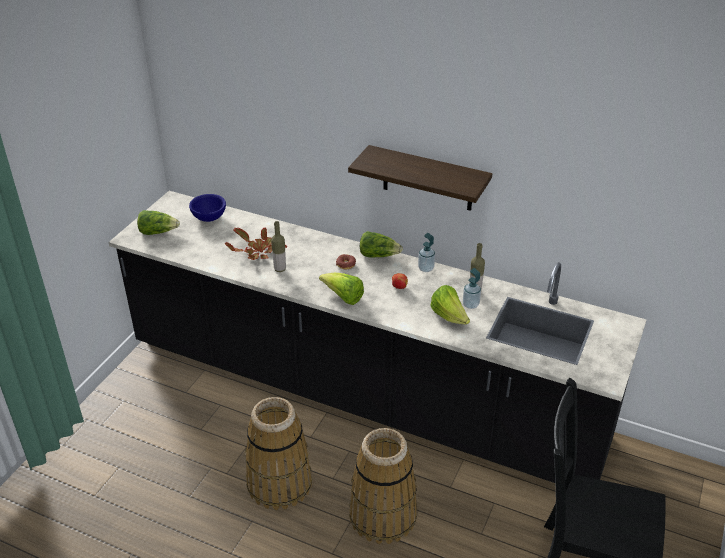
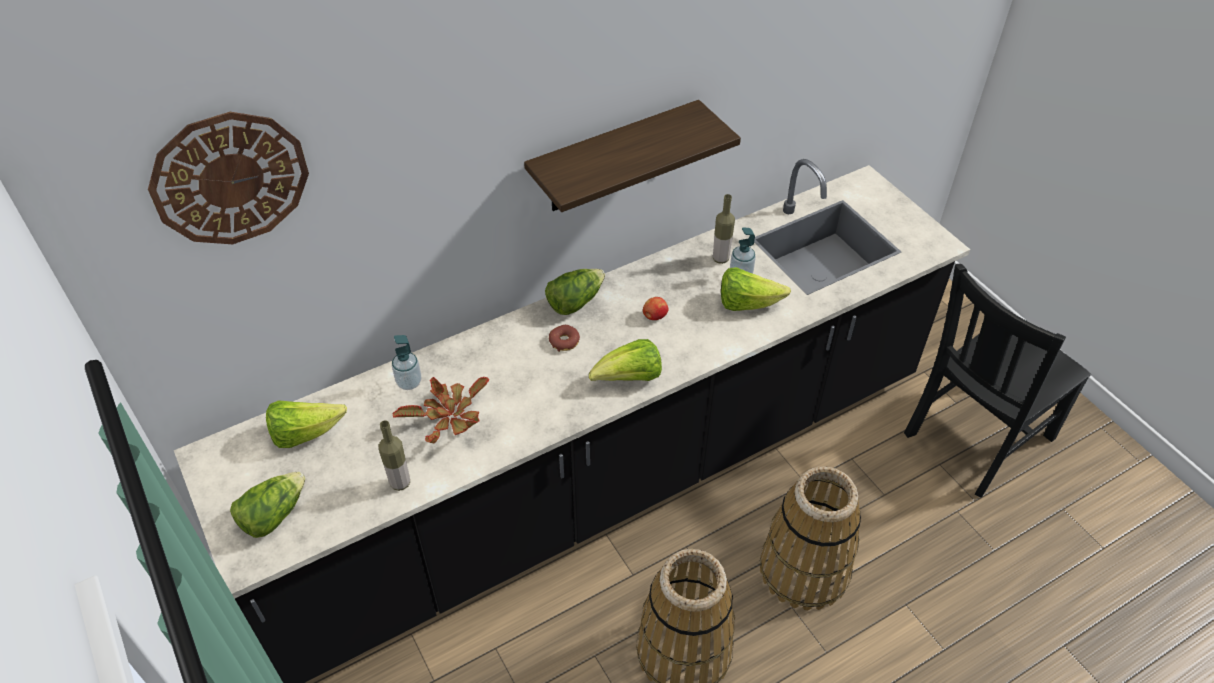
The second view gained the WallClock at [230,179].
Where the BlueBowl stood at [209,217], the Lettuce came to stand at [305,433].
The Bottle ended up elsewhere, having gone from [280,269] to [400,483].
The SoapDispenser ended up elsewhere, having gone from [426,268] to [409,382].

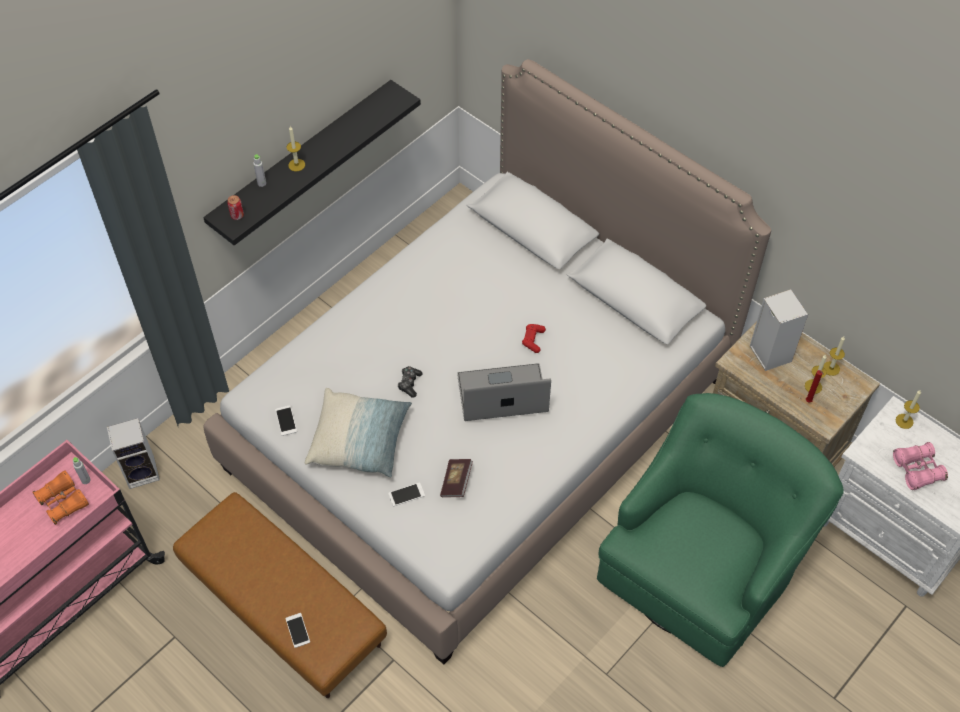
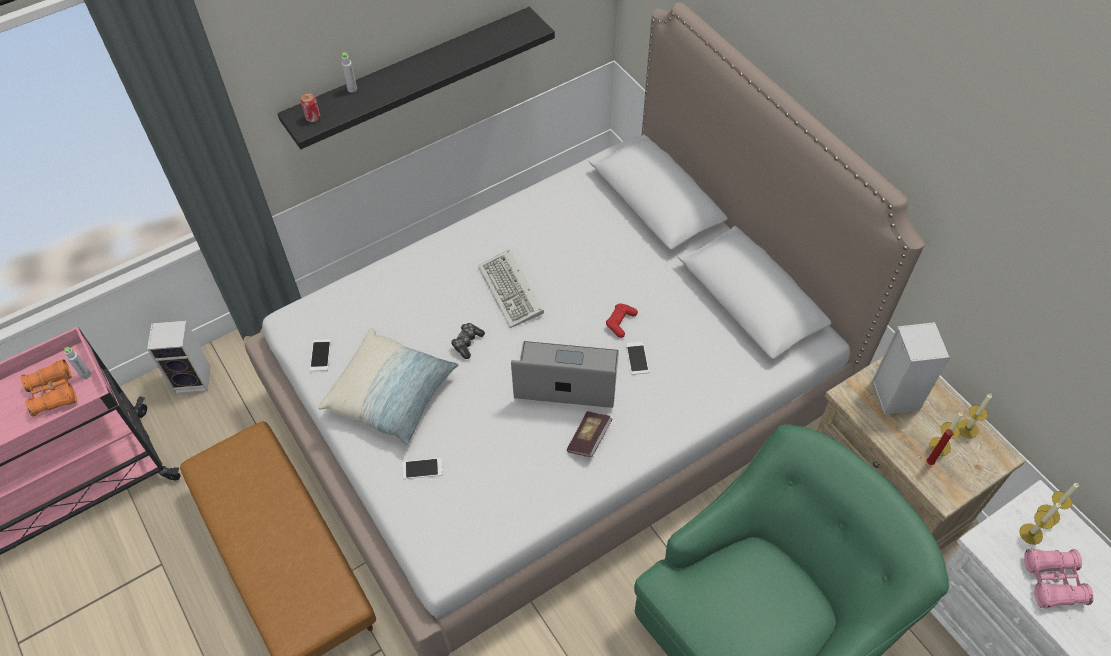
The second view gained the Keyboard at [512,292].
The Book ended up elsewhere, having gone from [456,482] to [589,439].
The Phone ended up elsewhere, having gone from [297,630] to [637,358].
The Candle ended up elsewhere, having gone from [296,165] to [1031,534].

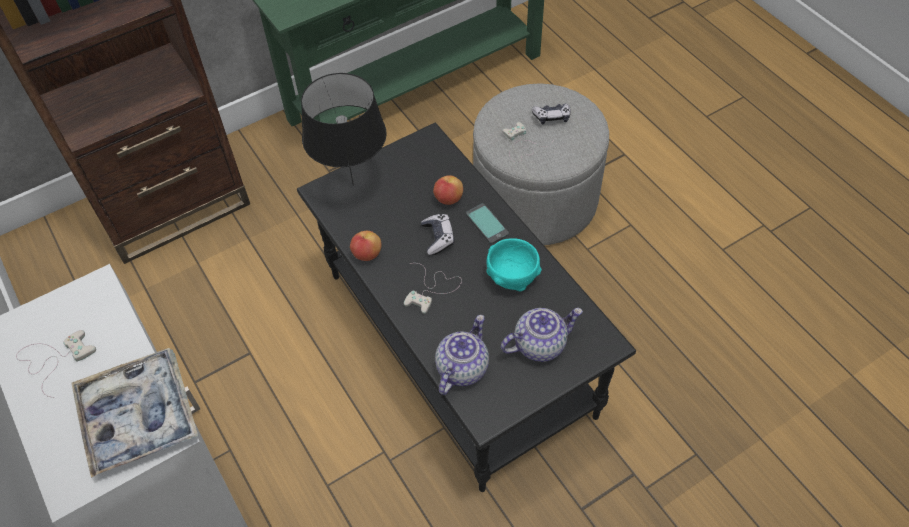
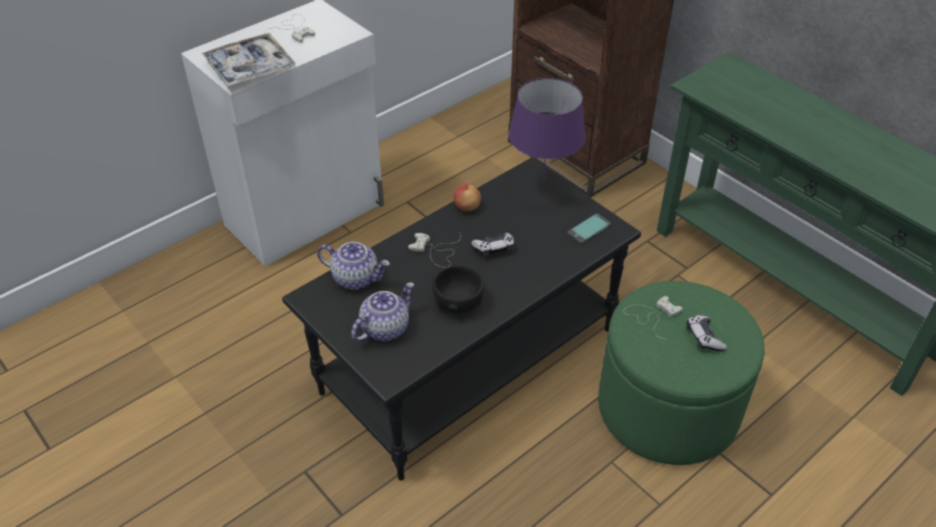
The Teapot at [540,344] ended up facing another way, 105 degrees counterclockwise from before.
What was the TurquoiseBowl at [512,276] turned into the BlackBowl at [458,303].
What was the BlackTableLamp at [352,185] turned into the PurpleTableLamp at [543,188].
The Phone ended up elsewhere, having gone from [487,224] to [589,229].
What was the GreyOttoman at [535,199] turned into the GreenOttoman at [667,408].
The second view lost the Apple at [448,199].

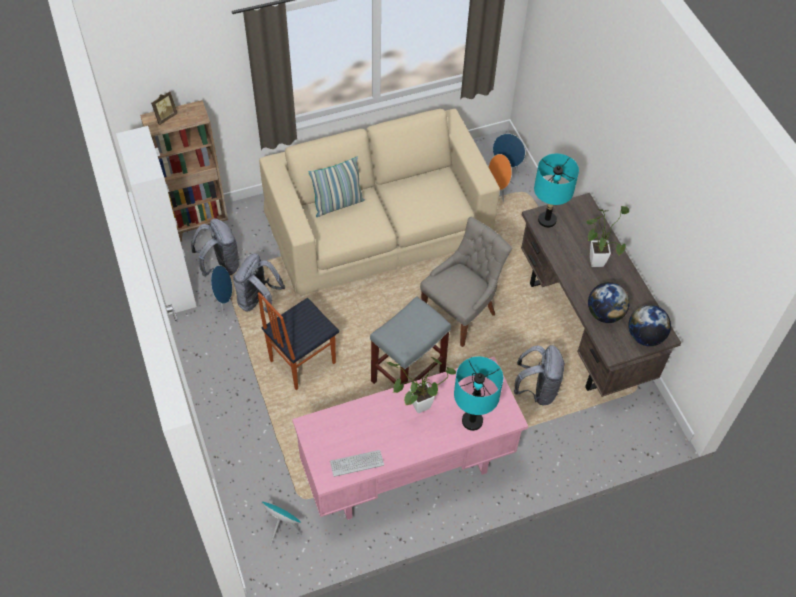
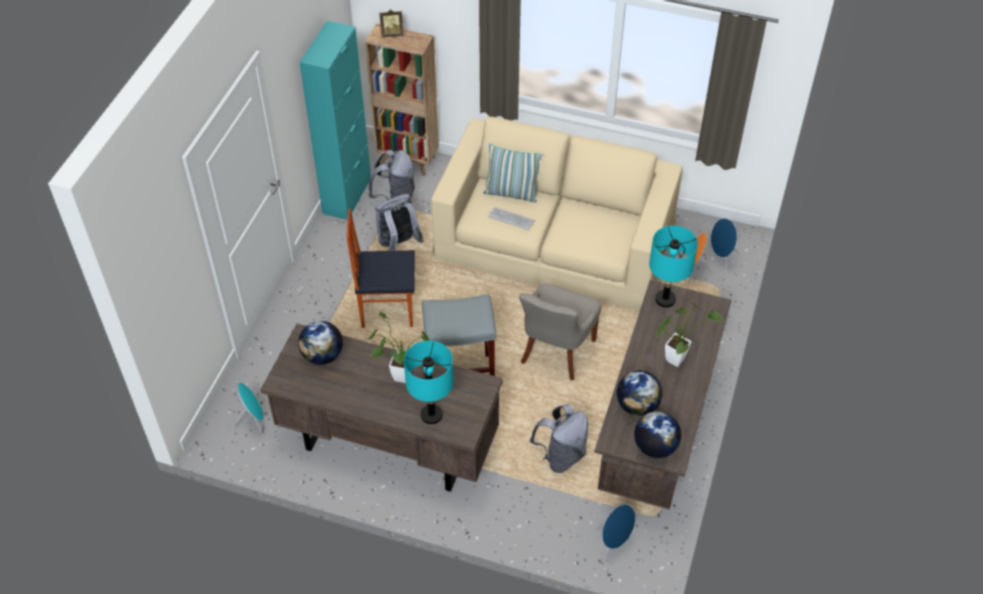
What was the PinkDesk at [406,471] turned into the BrownDesk at [387,445].
The second view gained the Globe at [323,356].
What was the WhiteCabinet at [175,286] turned into the TurquoiseCabinet at [347,195].
The Keyboard ended up elsewhere, having gone from [357,463] to [511,219].
The GreyChair at [460,313] ended up facing another way, 120 degrees clockwise from before.
The BlueSpeaker ended up elsewhere, having gone from [223,301] to [614,543].

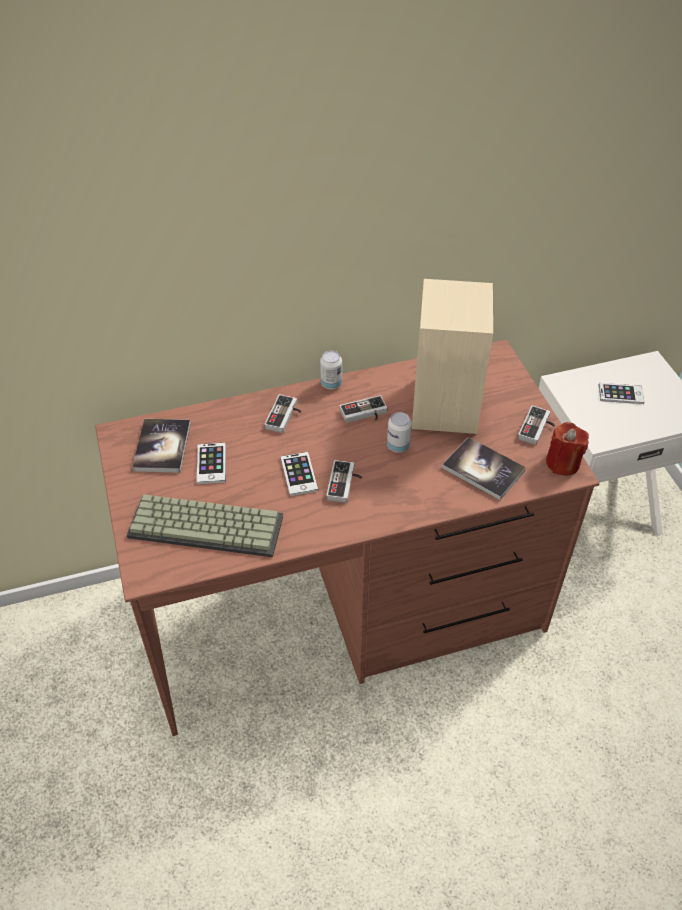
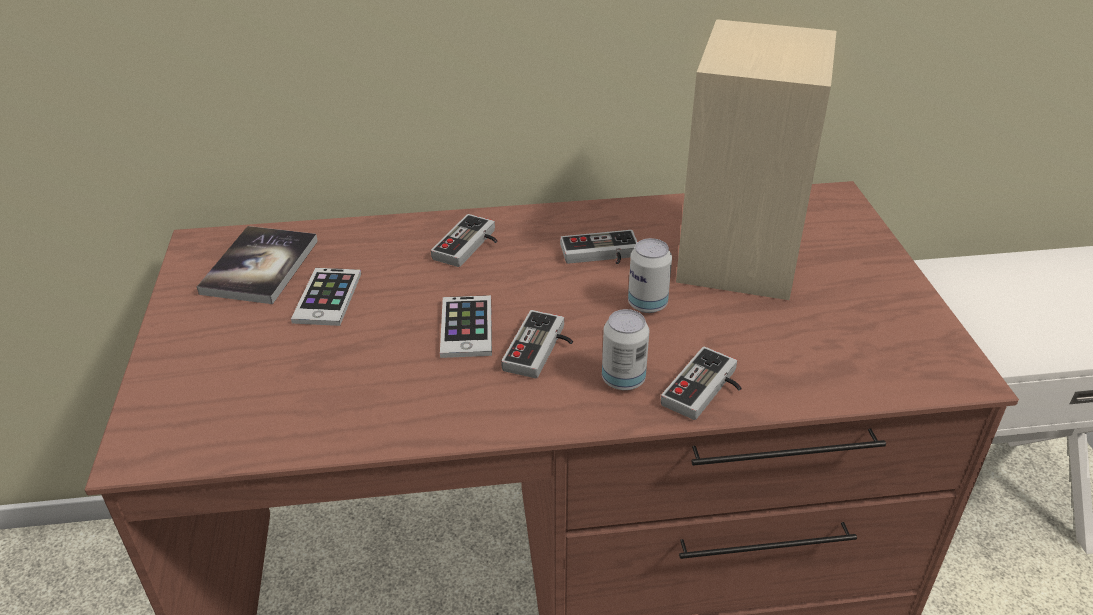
The Can ended up elsewhere, having gone from [331,384] to [623,379].
The GameController ended up elsewhere, having gone from [538,428] to [707,391].
The second view lost the Keyboard at [208,525].
The second view lost the Book at [483,469].
The second view lost the RedCandle at [562,463].
The second view lost the Phone at [620,394].

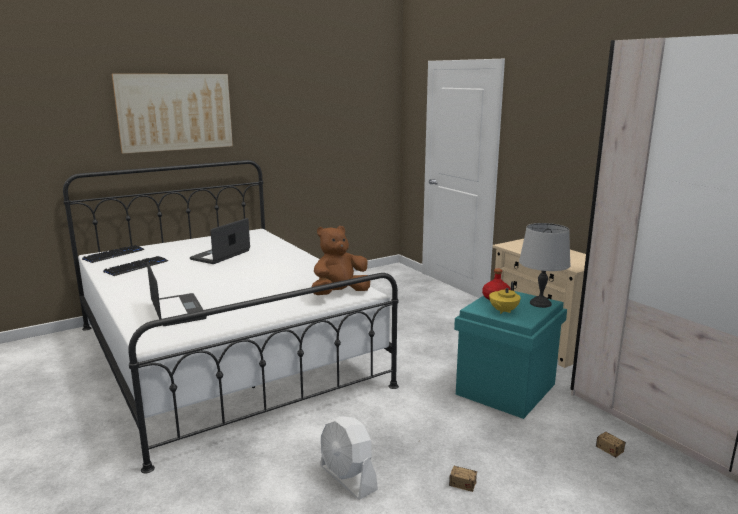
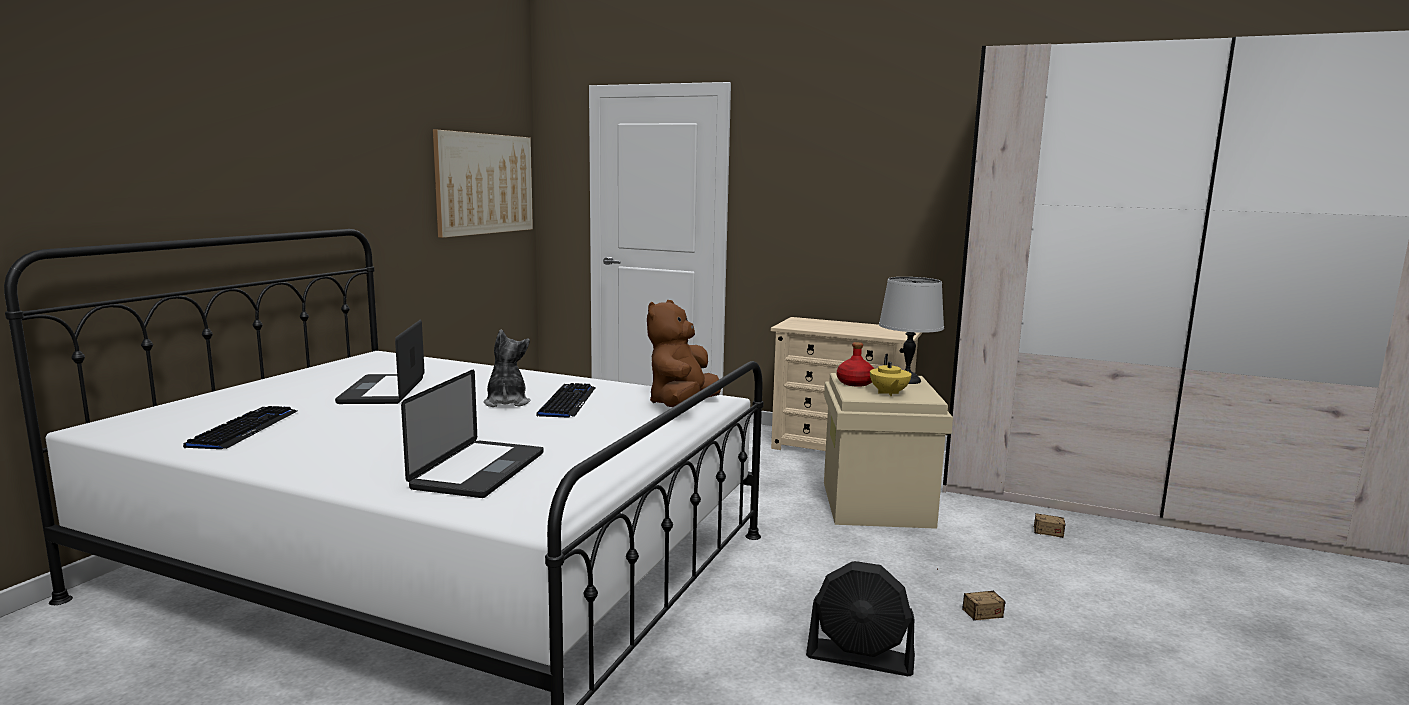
The Laptop at [178,311] ended up facing another way, 75 degrees clockwise from before.
The Picture ended up elsewhere, having gone from [175,112] to [485,184].
The second view gained the PlushToy at [506,402].
The Keyboard ended up elsewhere, having gone from [114,255] to [567,402].
What was the WhiteFan at [348,478] turned into the BlackFan at [860,658].
What was the TurquoiseStorageBox at [506,389] turned into the BeigeStorageBox at [877,504].

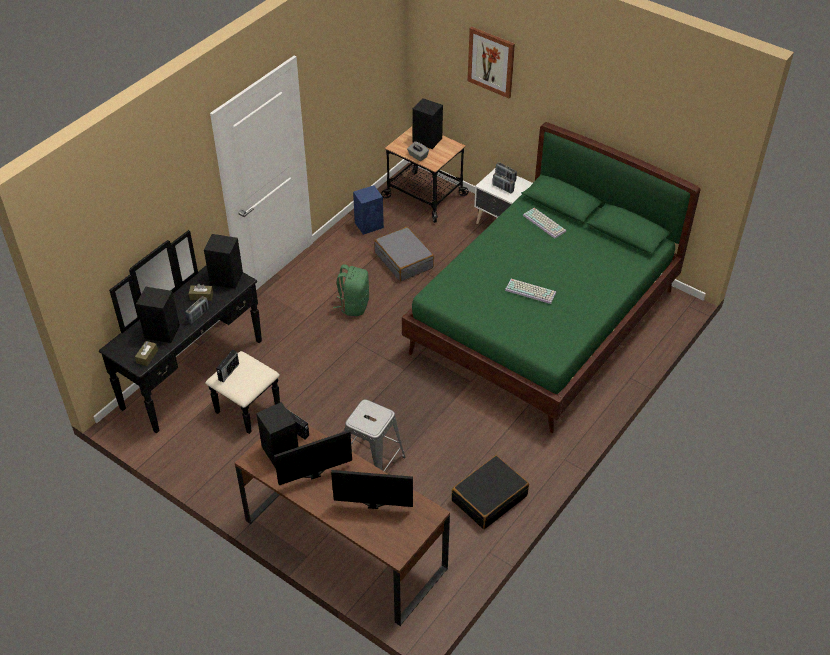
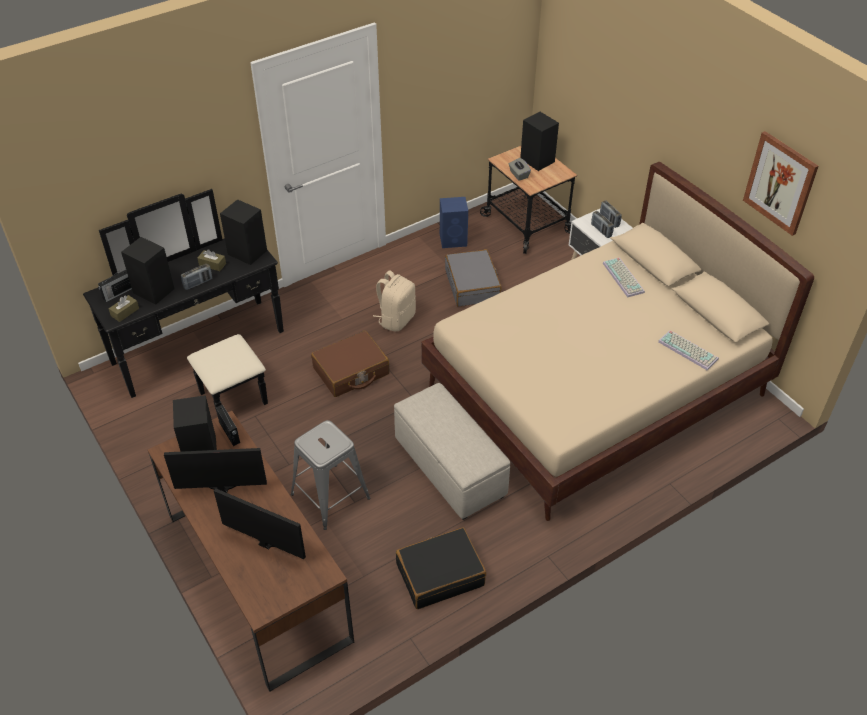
The Radio ended up elsewhere, having gone from [228,372] to [117,293].
The second view gained the BrownSuitcase at [351,371].
What was the GreenBackpack at [354,305] turned into the BeigeBackpack at [396,319].
The second view gained the BeigeOttoman at [450,468].
What was the GreenBed at [543,321] turned into the BeigeBed at [596,391].
The Keyboard ended up elsewhere, having gone from [531,291] to [689,350].
The Picture ended up elsewhere, having gone from [491,62] to [780,183].

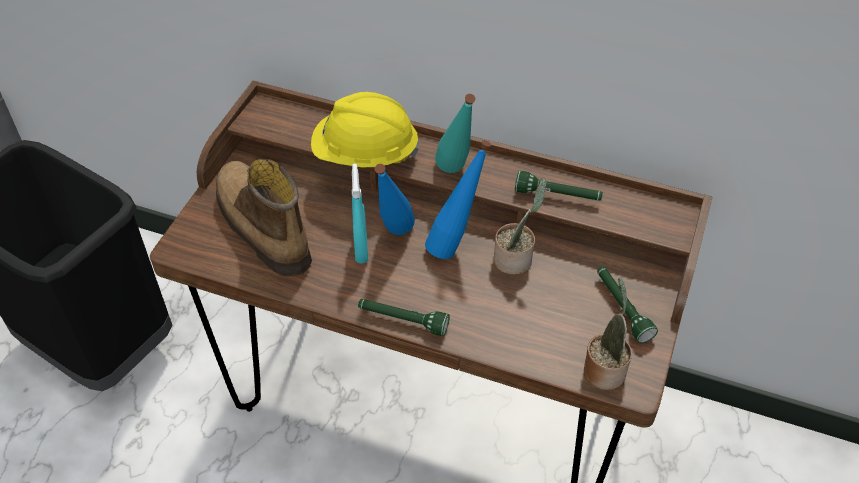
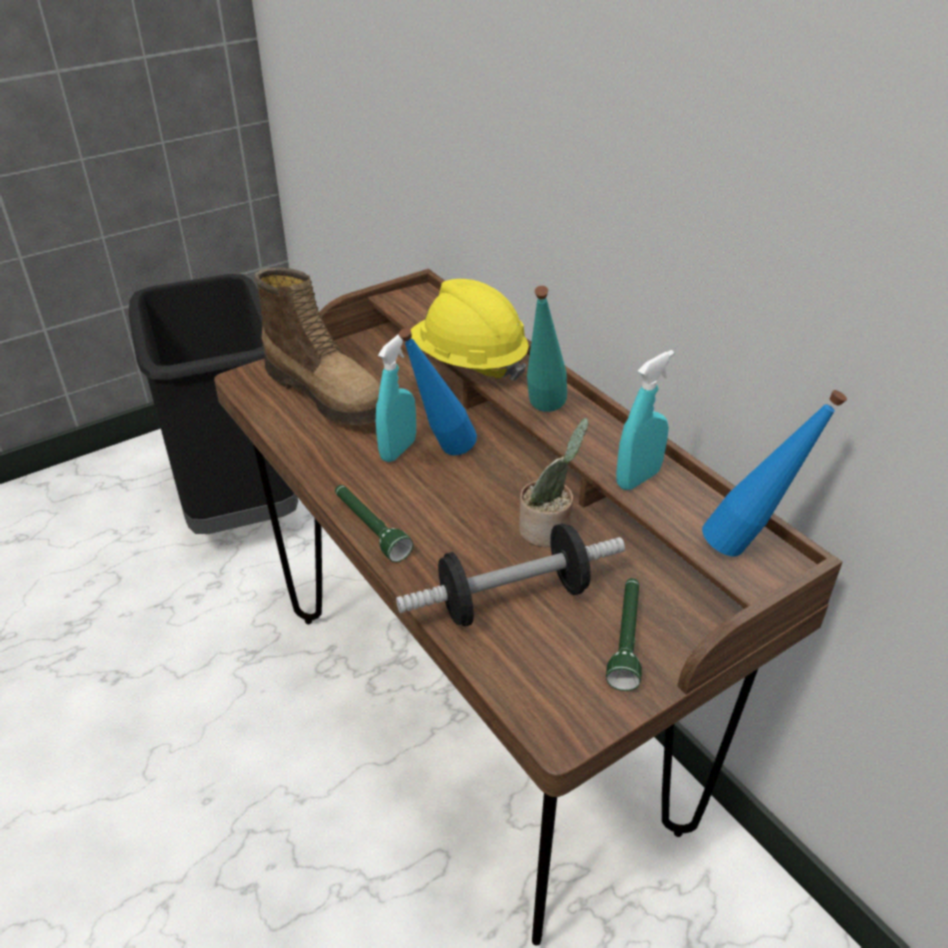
The Boot at [261,228] ended up facing another way, 135 degrees clockwise from before.
The second view gained the Dumbbell at [512,599].
Where the GreenFlashlight stood at [558,196], the TurquoiseSprayBottle came to stand at [638,478].
The BlueBottle ended up elsewhere, having gone from [456,245] to [749,546].
The second view lost the PottedPlant at [604,369].

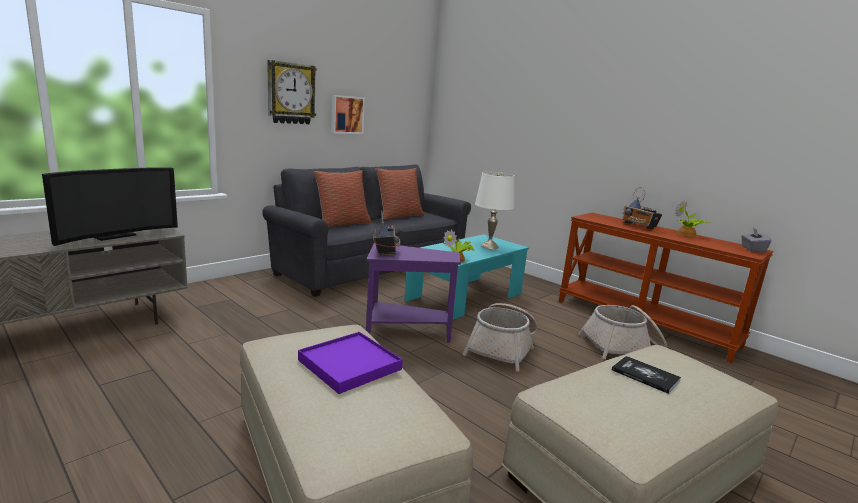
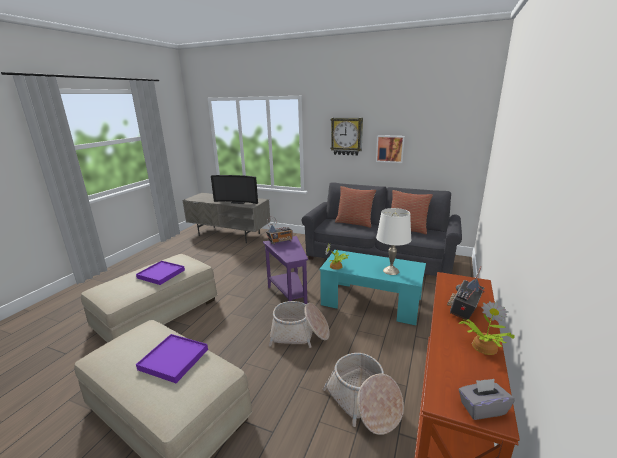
Where the Book stood at [645,375], the PurpleTray came to stand at [174,359].

